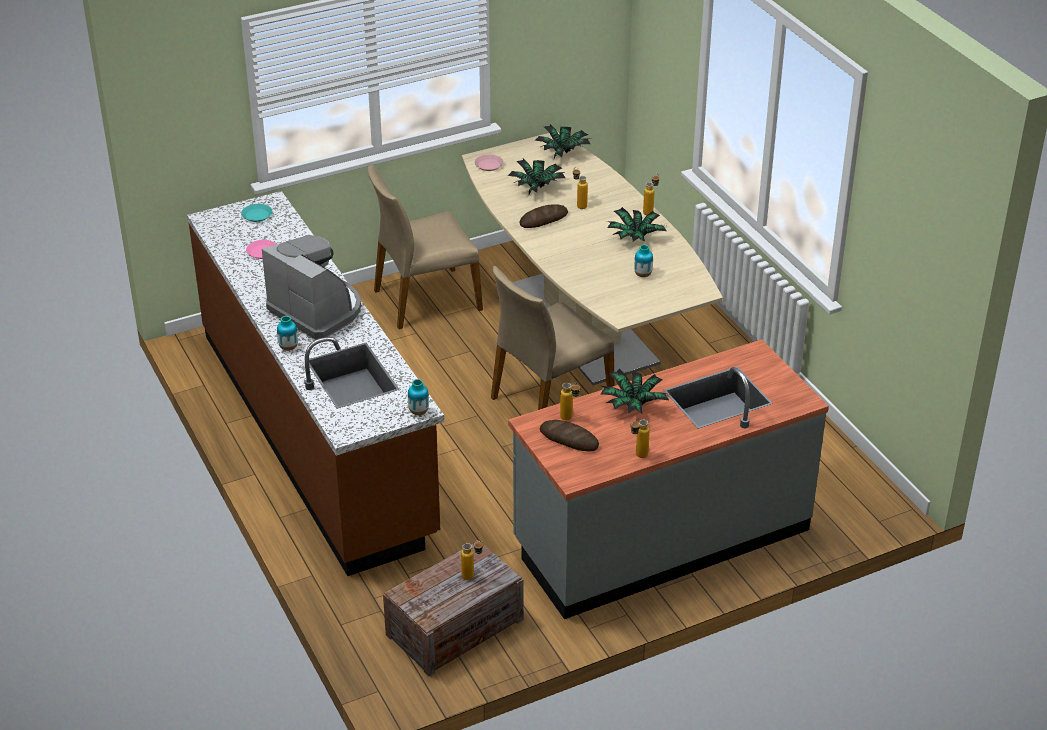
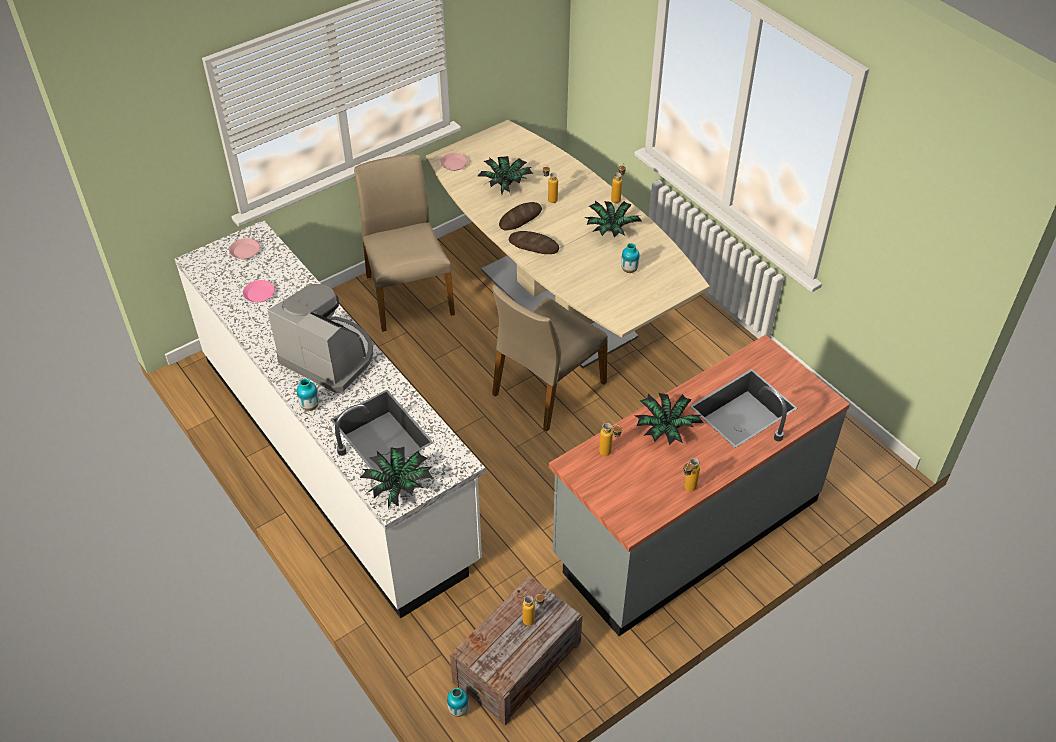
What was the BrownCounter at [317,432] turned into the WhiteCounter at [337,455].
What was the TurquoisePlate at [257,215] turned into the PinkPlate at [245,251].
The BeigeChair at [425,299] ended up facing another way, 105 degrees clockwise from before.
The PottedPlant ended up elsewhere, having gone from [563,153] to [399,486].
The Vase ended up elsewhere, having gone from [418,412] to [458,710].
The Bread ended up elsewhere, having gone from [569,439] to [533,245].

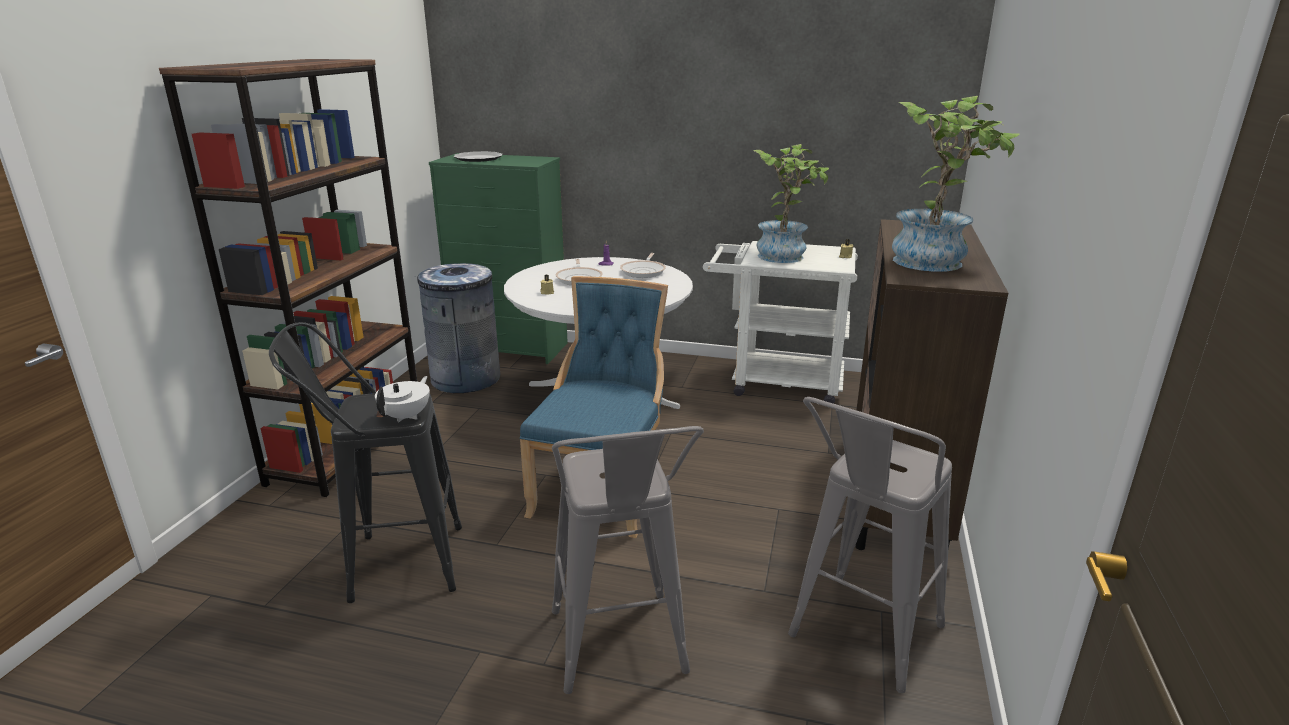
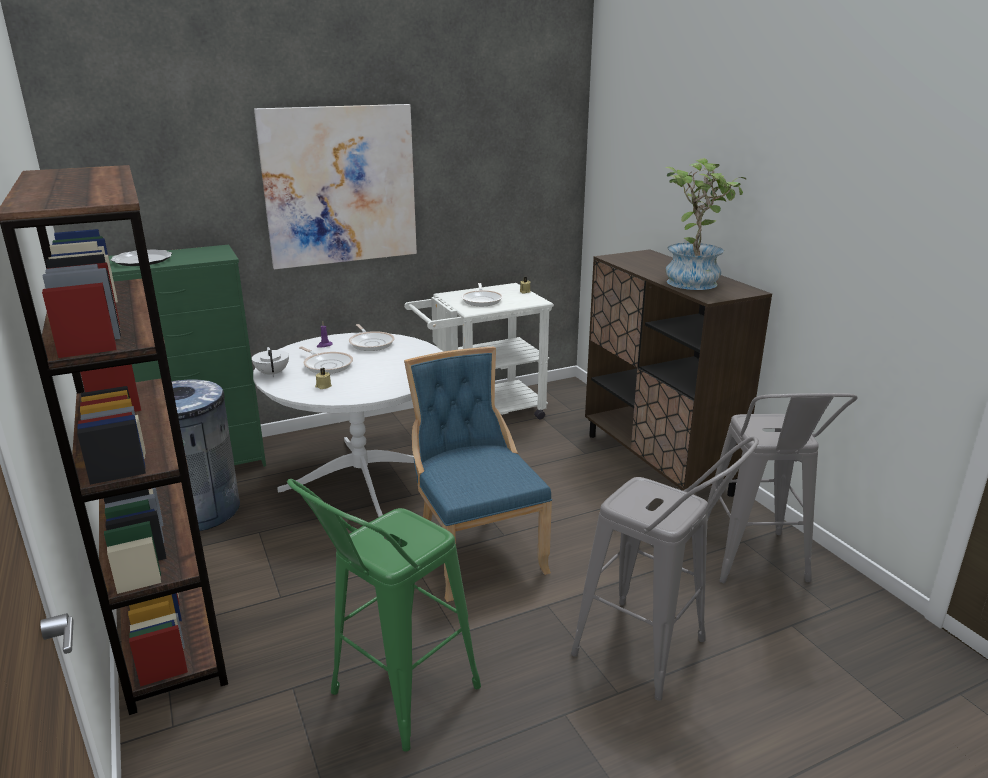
The WhiteTeapot ended up elsewhere, having gone from [406,416] to [272,373].
The second view gained the Picture at [340,186].
What was the BlackStool at [392,564] turned into the GreenStool at [393,699].
Where the PottedPlant stood at [785,255], the FryingPan came to stand at [482,300].

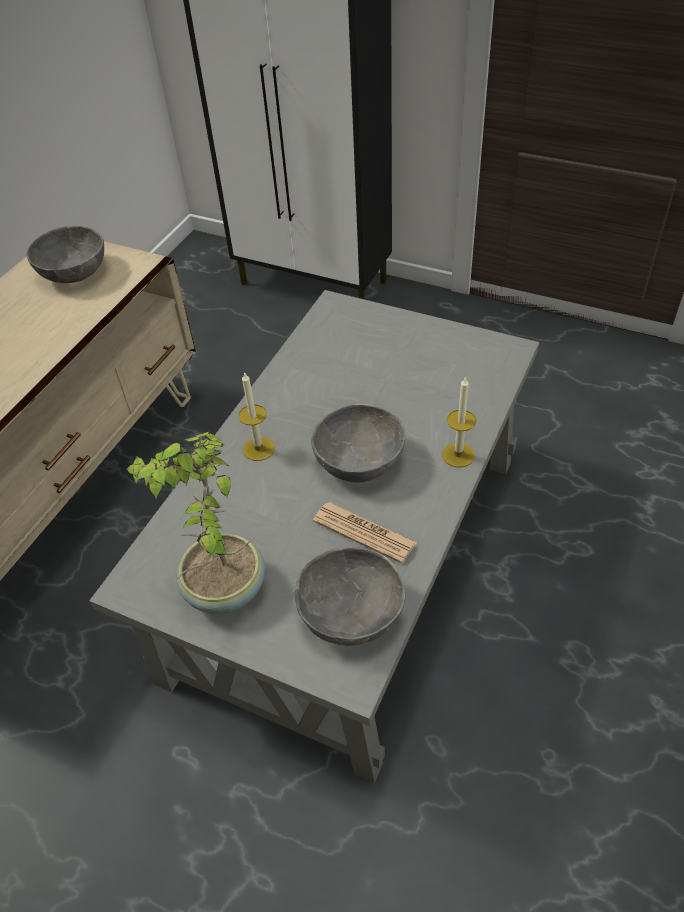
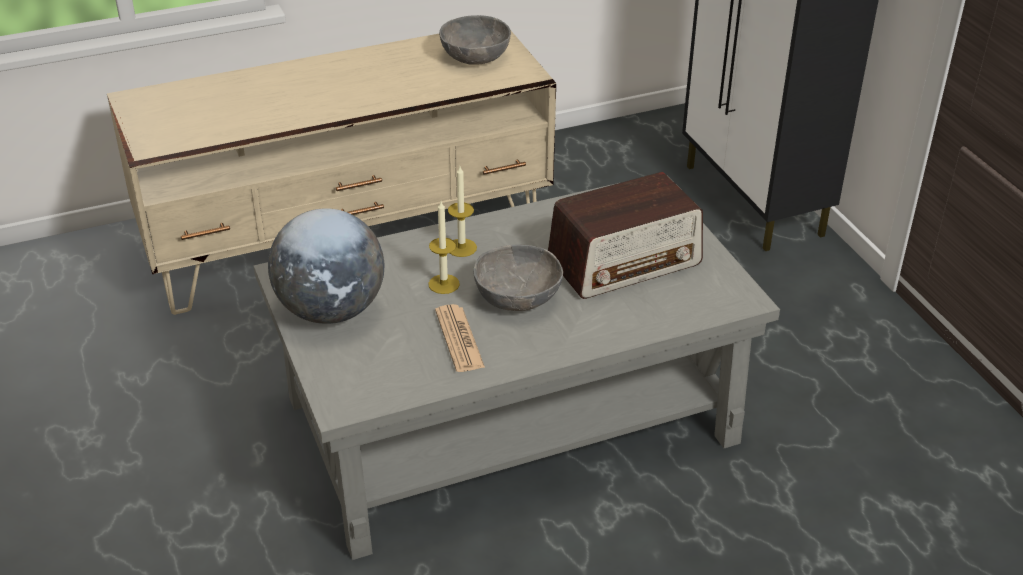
Where the PottedPlant stood at [223,589], the Globe came to stand at [331,310].
The Candle ended up elsewhere, having gone from [458,455] to [444,284].
The second view gained the Radio at [625,262].
The second view lost the GreyBowl at [351,614].

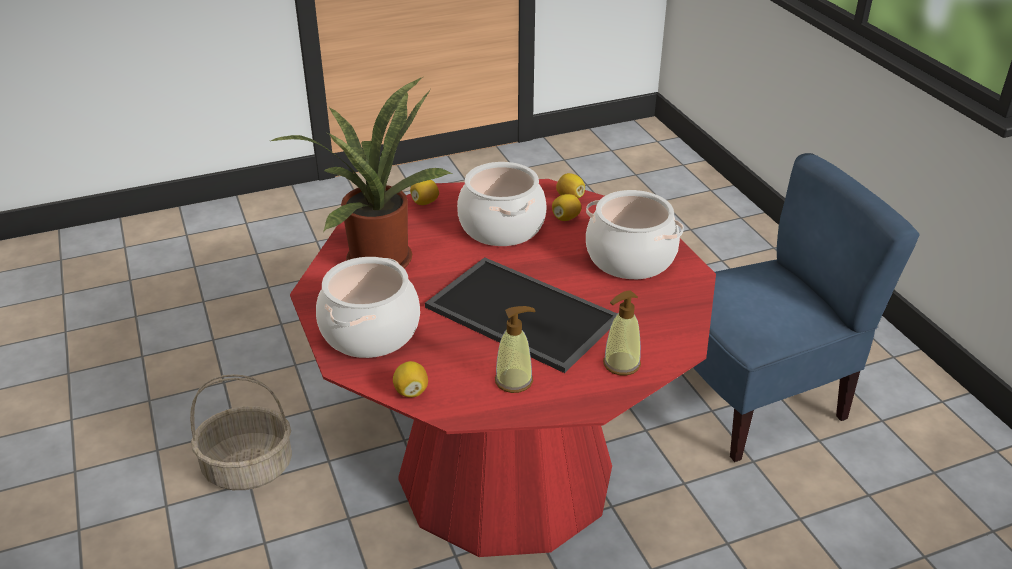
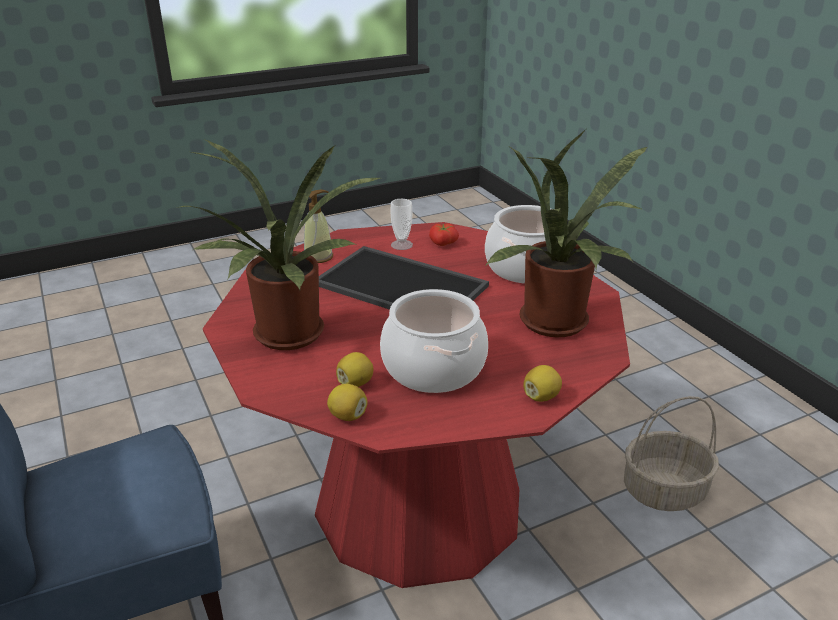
Where the CookingPot stood at [631,258], the PottedPlant came to stand at [287,338].
Where the SoapDispenser stood at [514,381], the Cup came to stand at [401,245].
The second view gained the Tomato at [442,243].
The second view lost the Lemon at [411,391].

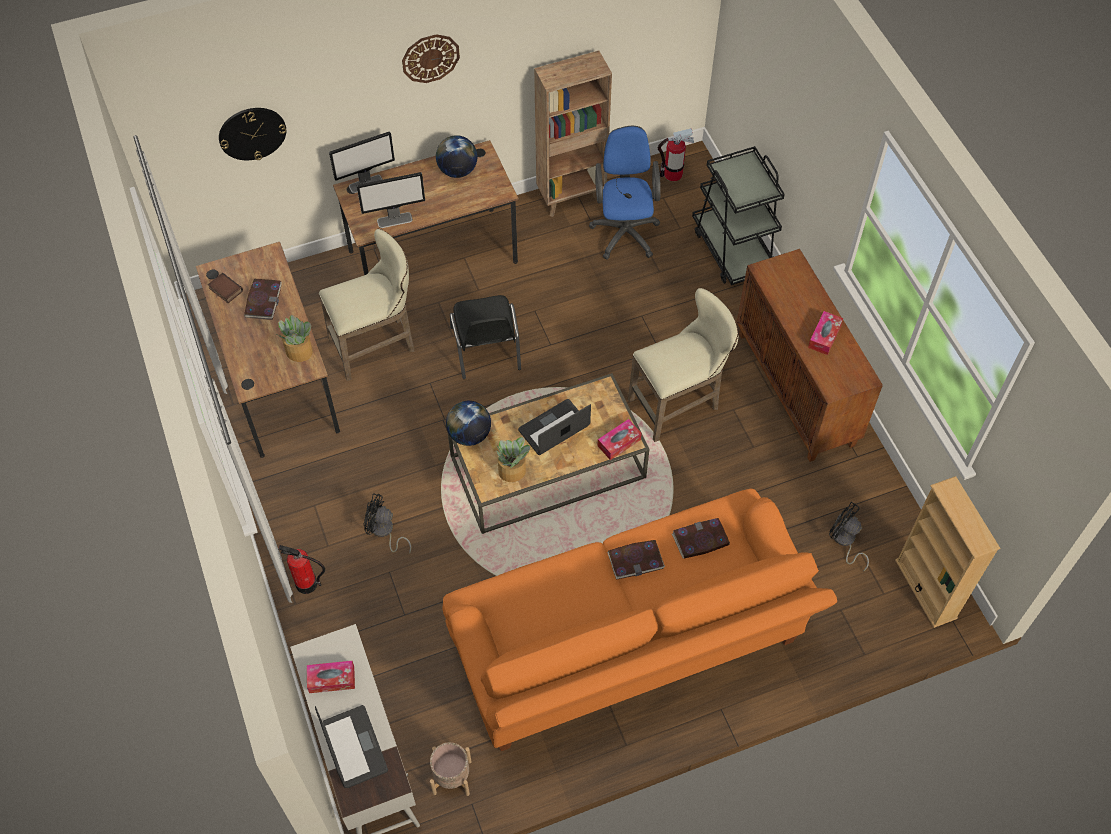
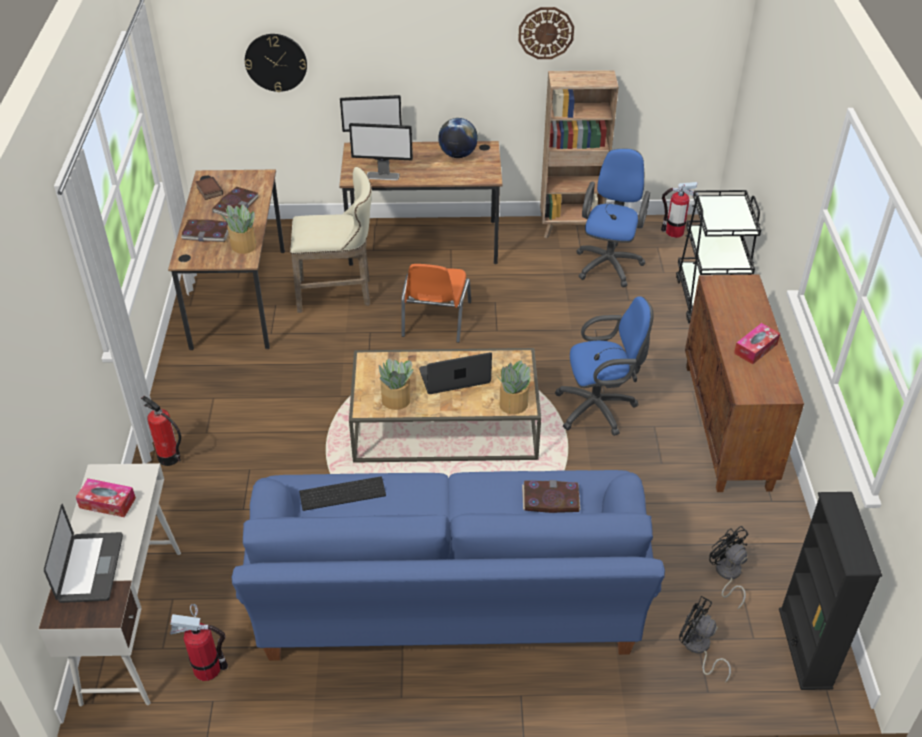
Where the BeigePlanter stood at [452,777], the FireExtinguisher came to stand at [207,668].
The Book ended up elsewhere, having gone from [635,560] to [207,233].
What was the OrangeSofa at [628,646] turned into the BlueSofa at [449,604].
The second view gained the Keyboard at [343,492].
What was the BlackChair at [486,349] turned into the OrangeChair at [435,320].
Where the TissueBox stood at [619,442], the PottedPlant came to stand at [513,404].
The WallClock ended up elsewhere, having gone from [430,58] to [546,33].
Where the BeigeStool stood at [679,404], the BlueOfficeChair came to stand at [600,408].
The BlackFan ended up elsewhere, having gone from [384,532] to [698,648].
What was the BeigeBookcase at [926,589] turned into the BlackBookcase at [805,648].
The second view lost the Globe at [469,434].

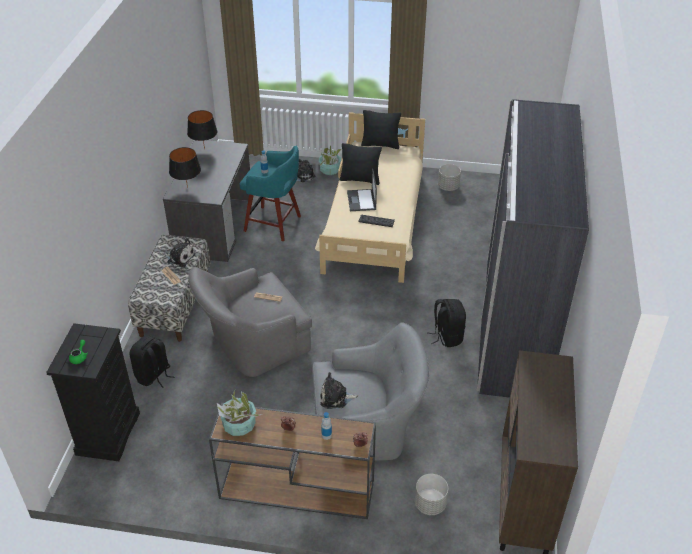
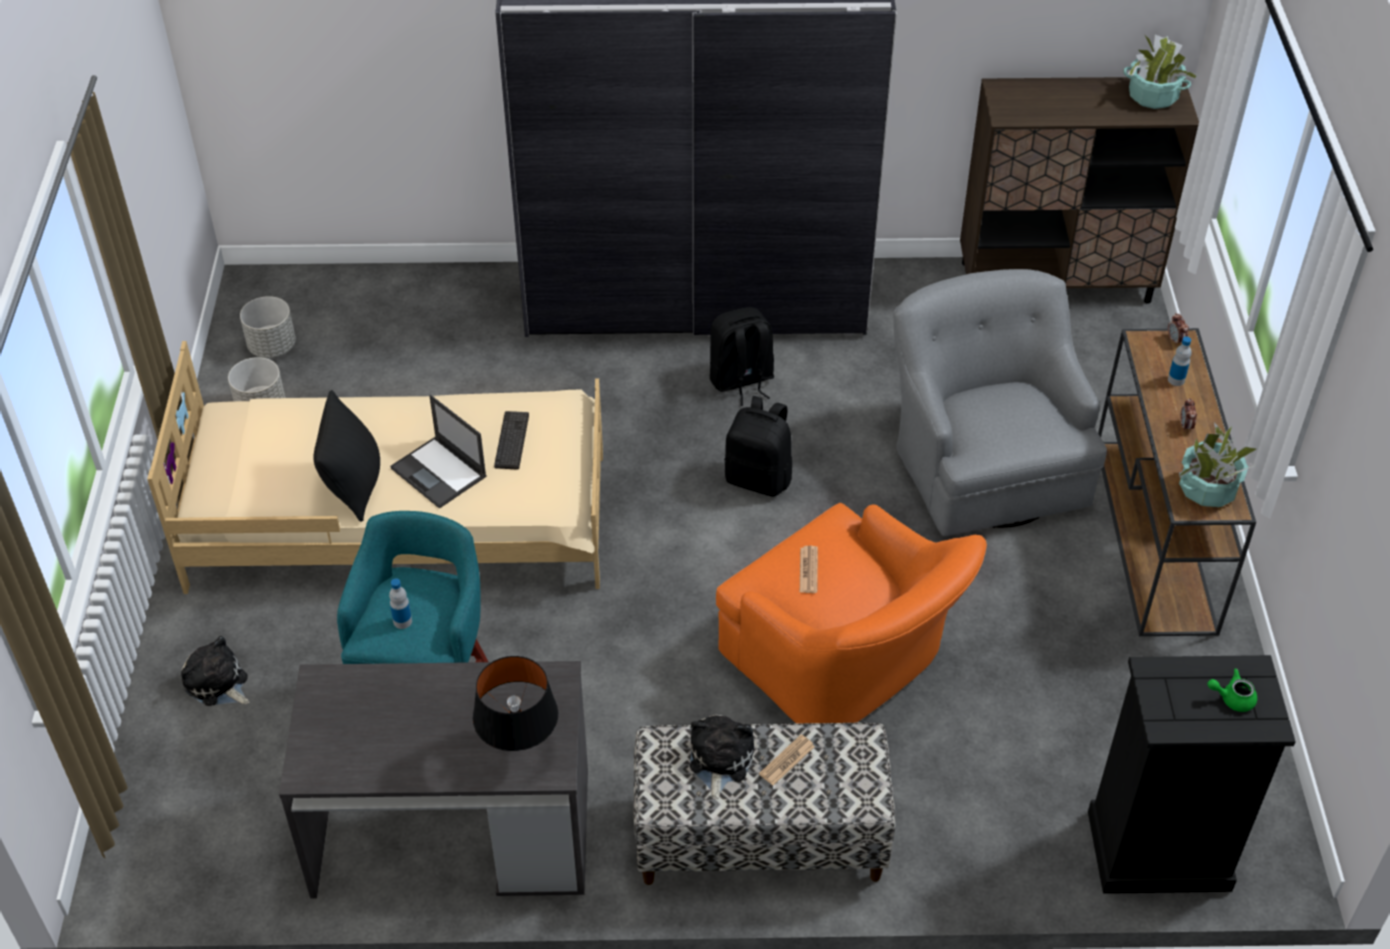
The GreyPlanter ended up elsewhere, having gone from [430,504] to [272,346].
The Laptop at [361,201] ended up facing another way, 60 degrees clockwise from before.
What was the GreyArmchair at [252,344] turned into the OrangeArmchair at [844,664].
The BlackBackpack ended up elsewhere, having gone from [153,375] to [759,478].
The PottedPlant ended up elsewhere, having gone from [330,170] to [1153,96].
The second view lost the BlackTableLamp at [204,149].
The second view lost the PlushToy at [335,398].
The second view lost the BlackPillow at [380,144].

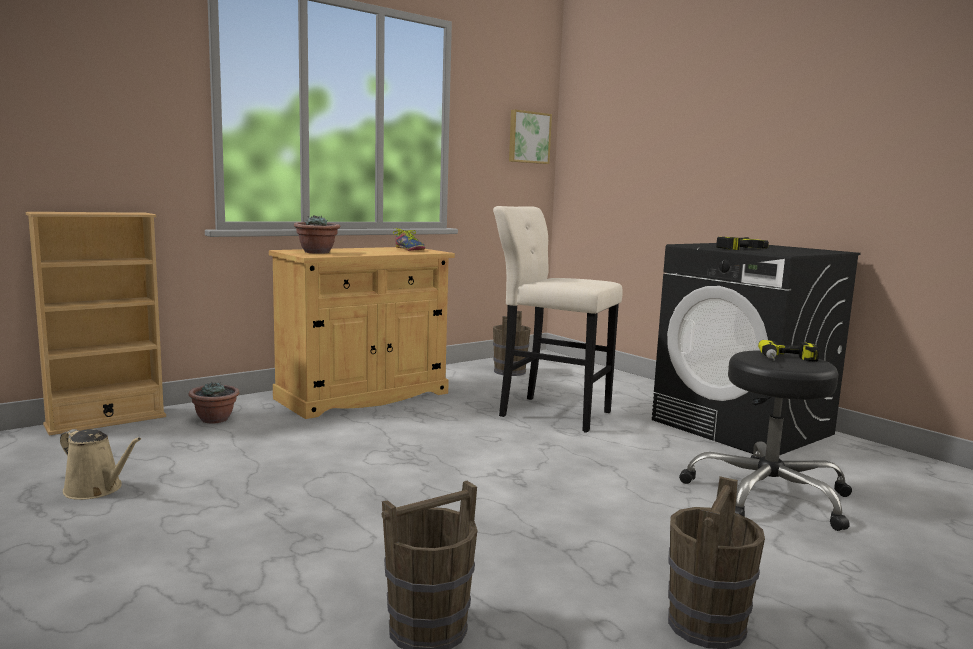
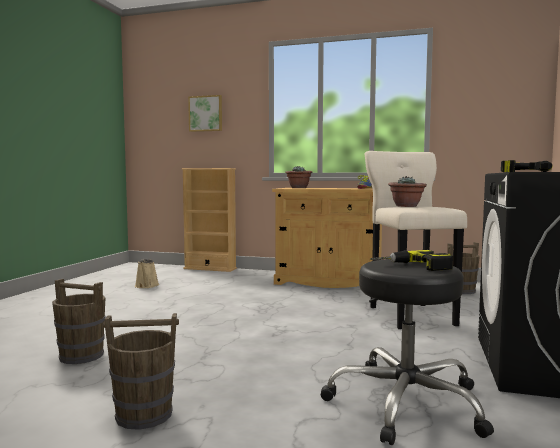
The Picture ended up elsewhere, having gone from [528,137] to [206,113].
The PottedPlant ended up elsewhere, having gone from [215,419] to [406,206].

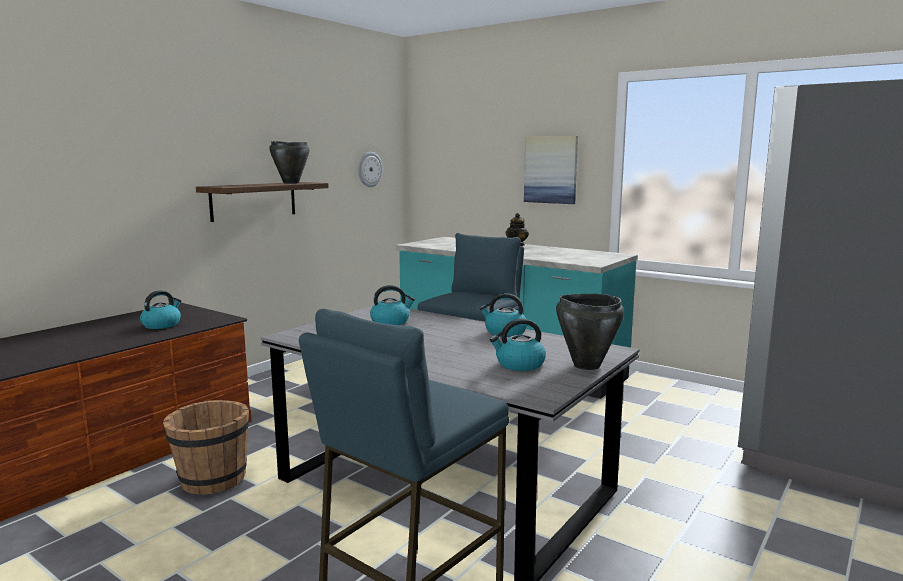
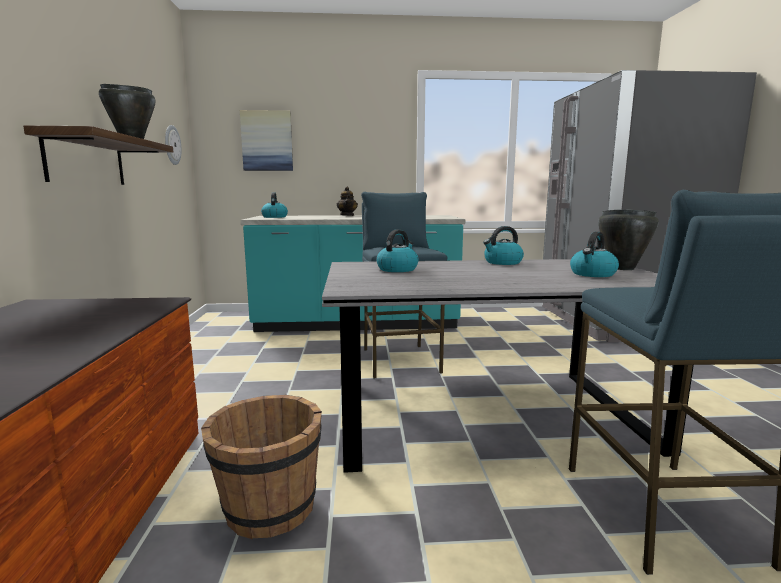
The Picture ended up elsewhere, having gone from [551,169] to [267,141].
The Kettle ended up elsewhere, having gone from [162,325] to [274,217].

